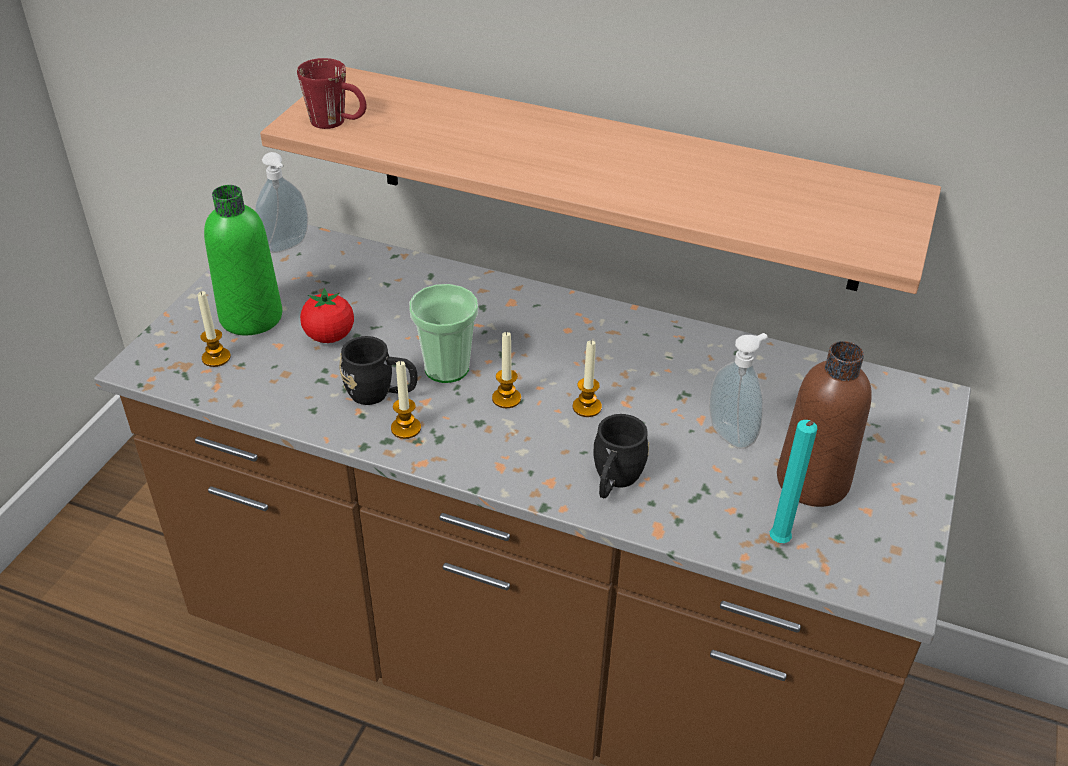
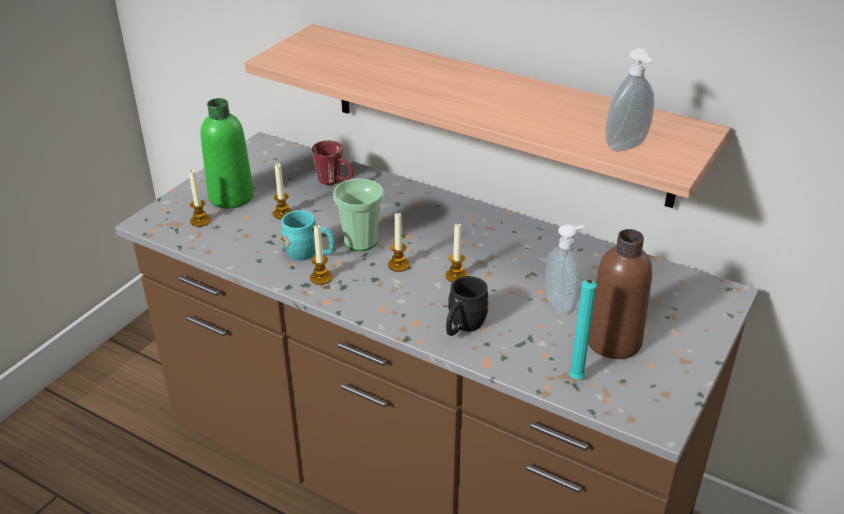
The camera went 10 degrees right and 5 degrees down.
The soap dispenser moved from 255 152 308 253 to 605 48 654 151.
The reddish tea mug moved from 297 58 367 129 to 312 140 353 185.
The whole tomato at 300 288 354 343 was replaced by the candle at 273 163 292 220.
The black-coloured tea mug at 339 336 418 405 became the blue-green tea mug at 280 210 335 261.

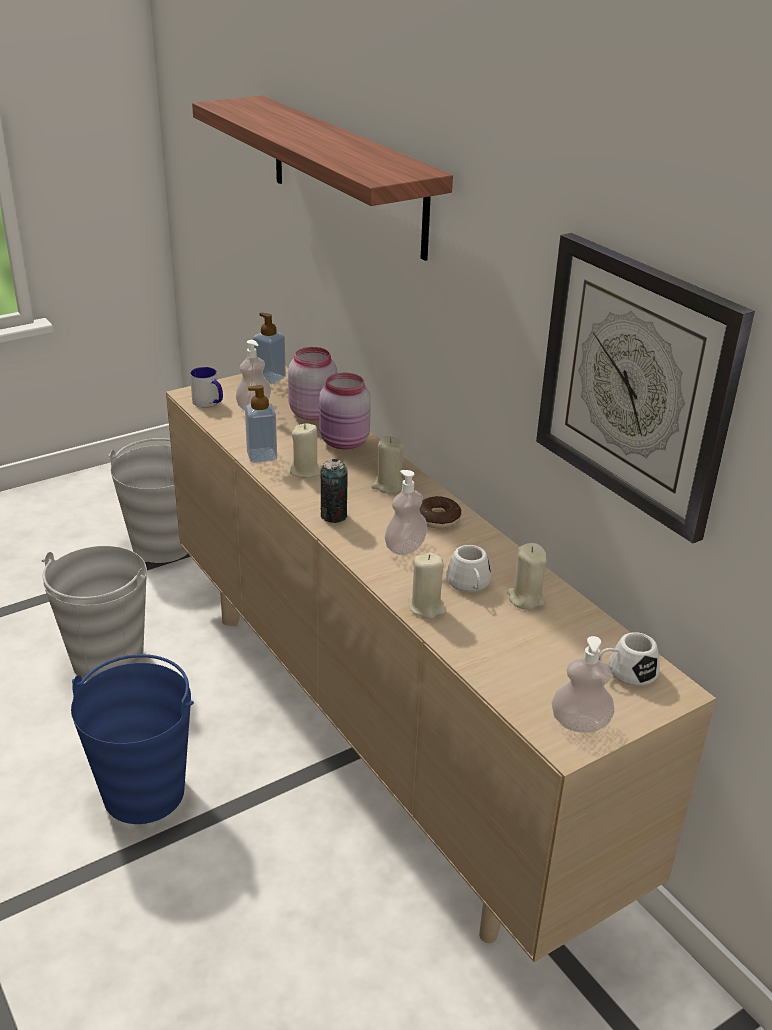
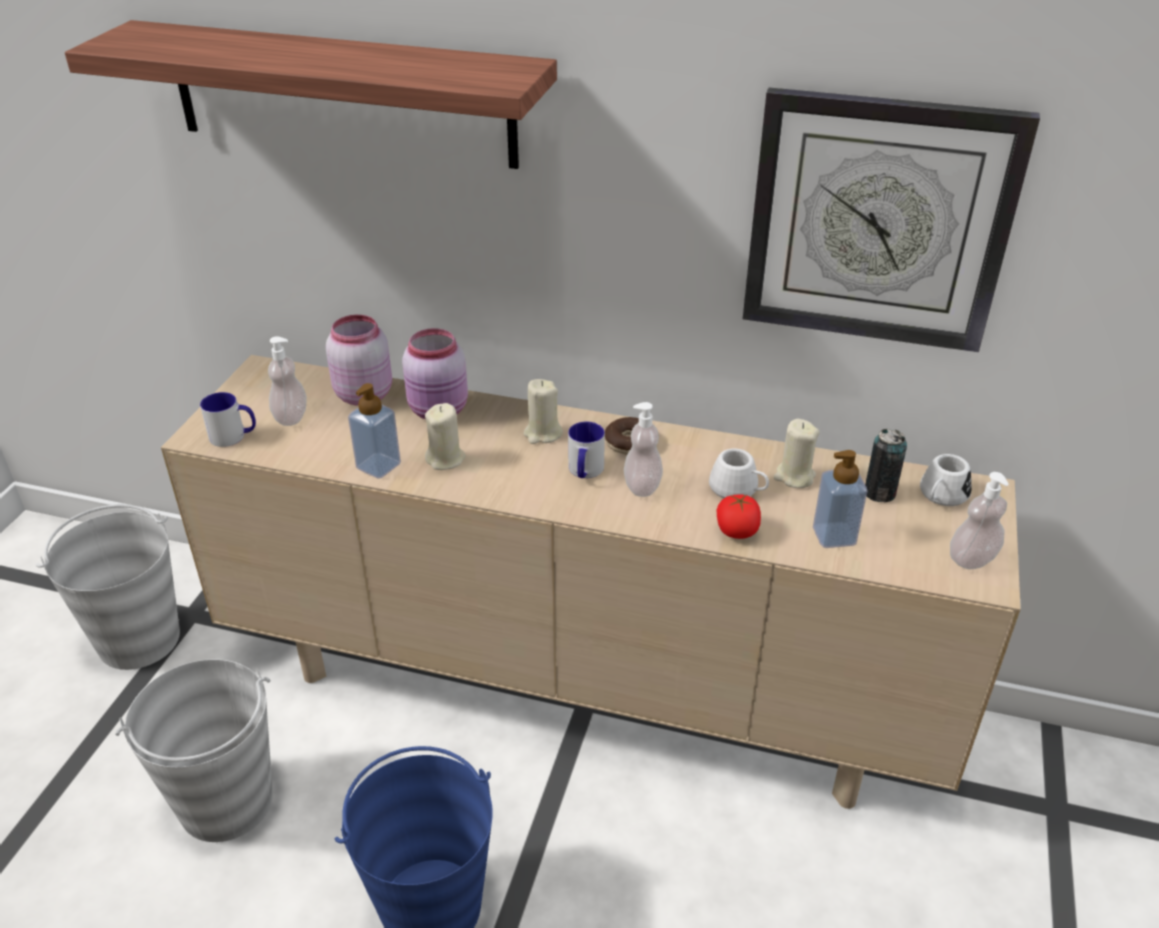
The camera went 40 degrees left and 5 degrees up.
The tea mug at 568 422 605 478 appeared.
The soap dispenser moved from 253 312 286 384 to 813 450 867 548.
The sealed can moved from 321 459 347 523 to 865 428 907 502.
The sand-coloured candle at 408 552 446 619 was replaced by the whole tomato at 717 494 761 539.

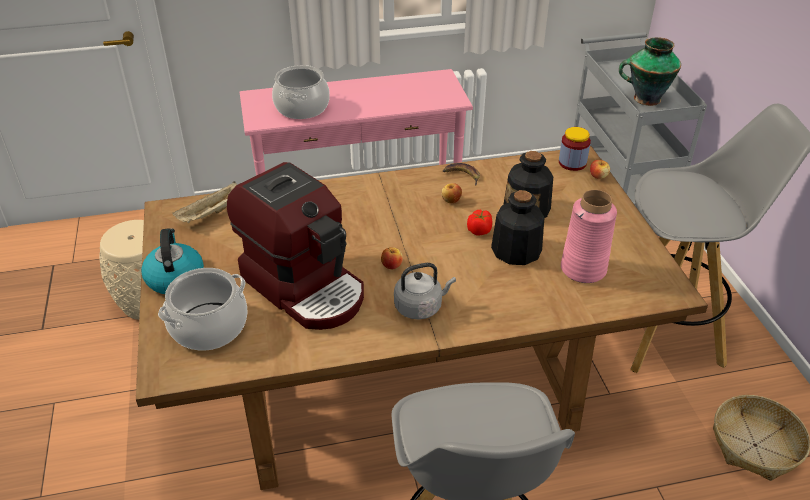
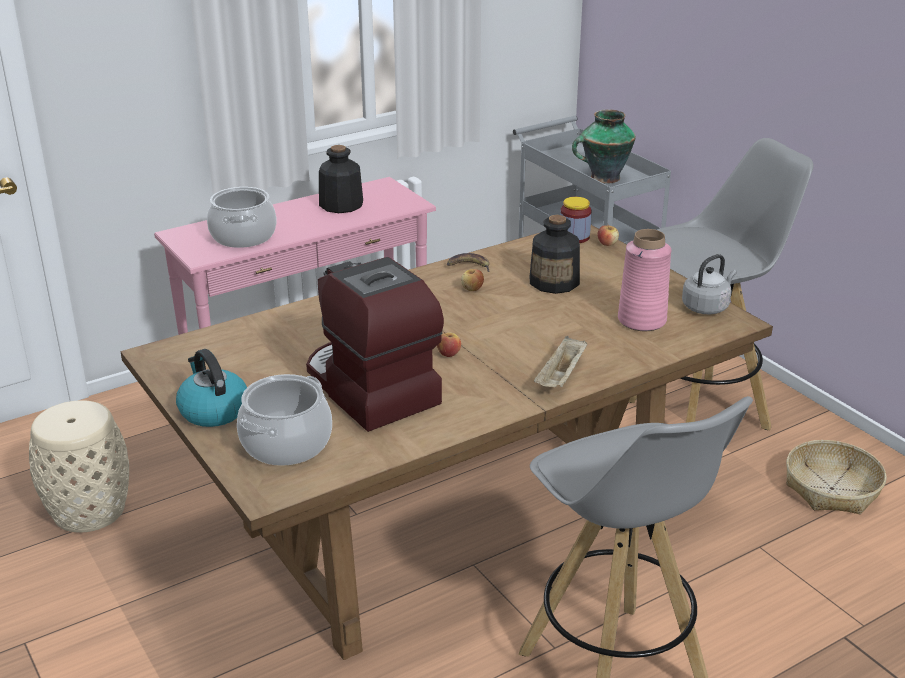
The camera went 20 degrees left and 10 degrees down.
The whole tomato at 467 210 492 235 disappeared.
The sand-coloured carrying tray moved from 172 181 238 223 to 534 336 588 387.
The greyish water kettle moved from 394 263 456 320 to 682 254 737 314.
The drink bottle moved from 491 190 545 265 to 319 145 363 213.
The coffee machine at 227 162 364 330 turned 150 degrees counterclockwise.

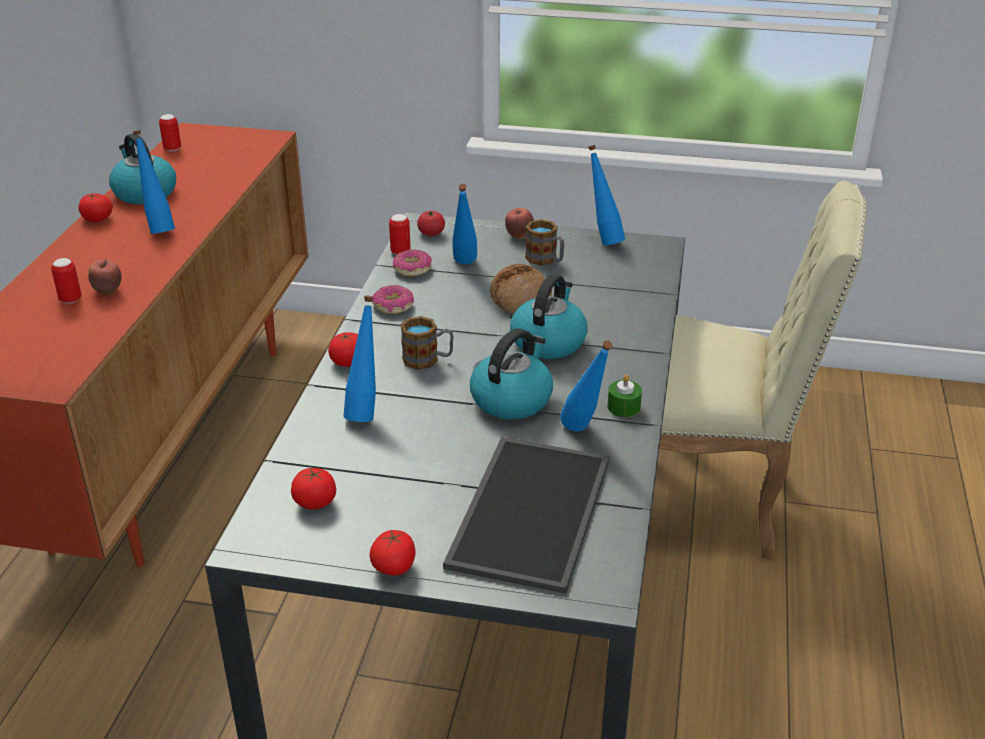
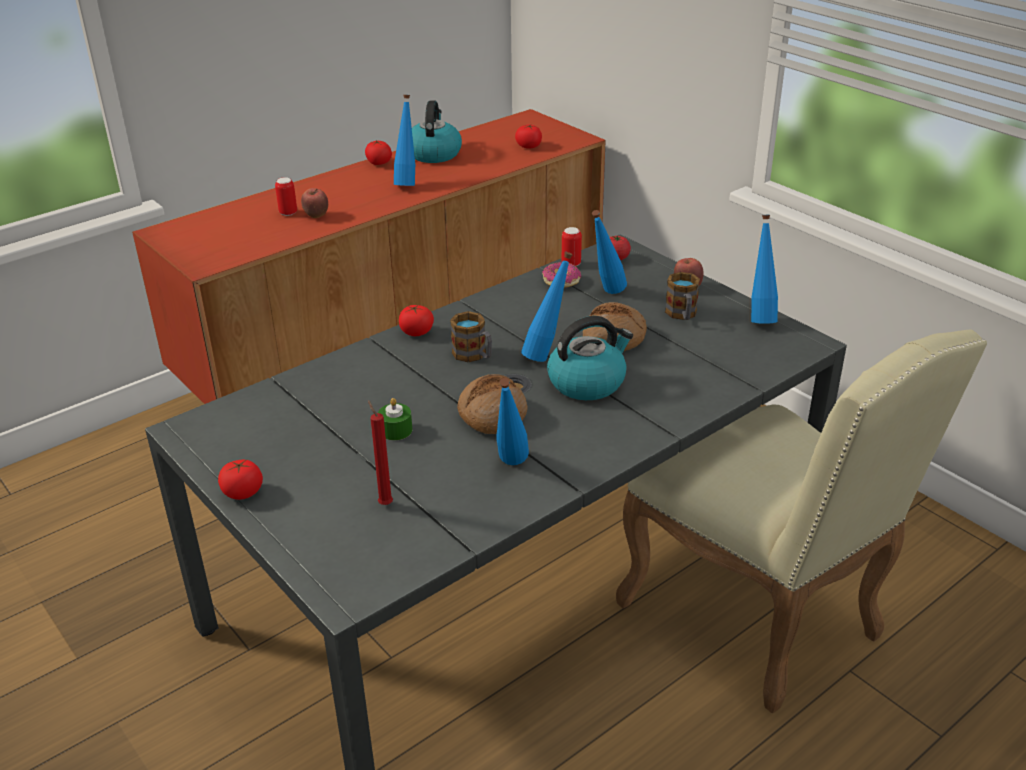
The camera went 40 degrees right and 0 degrees up.
The sealed can at 159 114 181 152 disappeared.
The doughnut at 372 285 414 314 disappeared.
The whole tomato moved from 291 468 336 509 to 515 124 542 149.
The blue drink bottle moved from 344 296 376 422 to 521 252 573 362.
The green candle moved from 607 374 642 417 to 378 398 412 440.
The carrying tray at 443 437 610 594 was replaced by the reddish candle at 368 400 393 505.
The water kettle at 470 328 553 419 was replaced by the bread at 457 374 528 434.

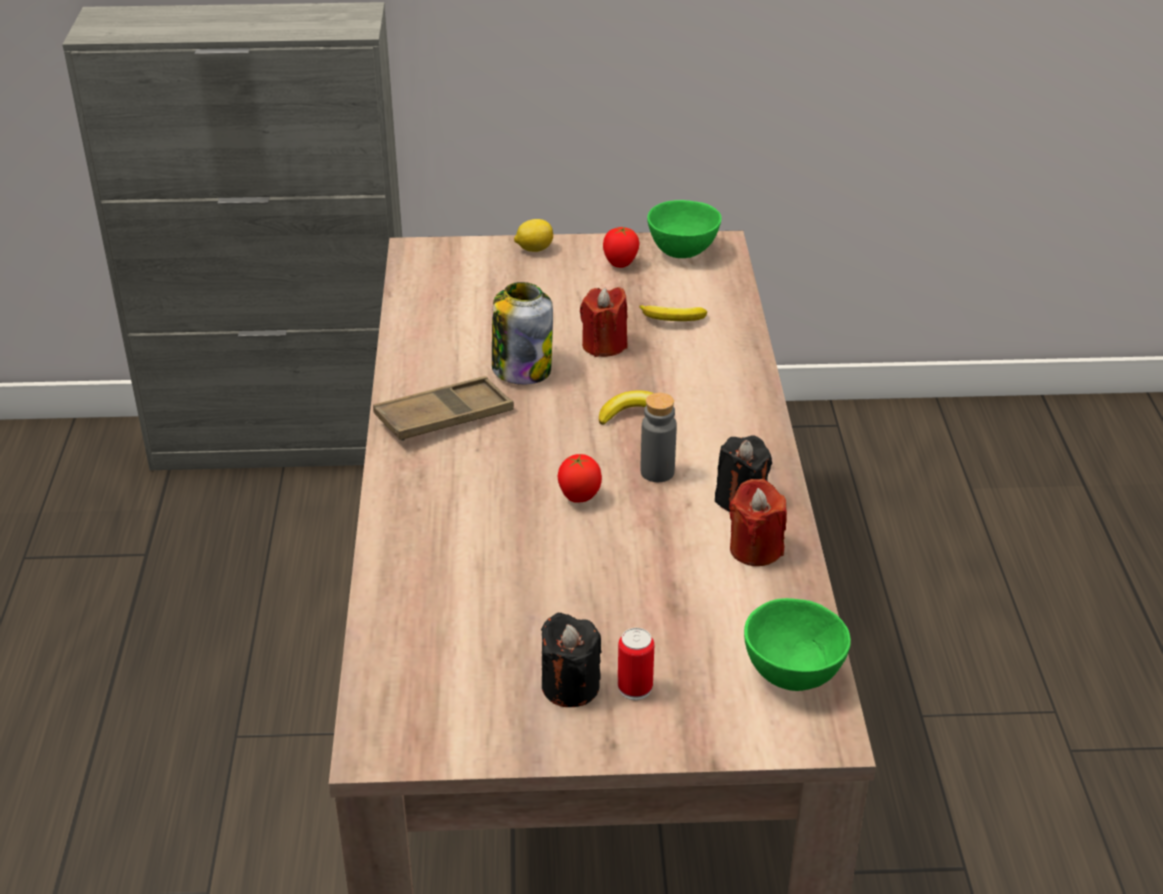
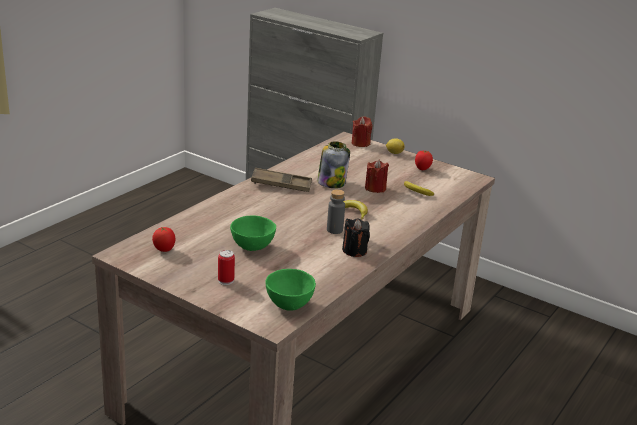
The camera went 35 degrees right and 10 degrees down.
The black-coloured candle at 541 613 602 707 disappeared.
The whole tomato moved from 558 454 602 503 to 152 227 175 252.
The green deep dish moved from 647 200 721 258 to 230 215 276 251.
The reddish candle moved from 729 479 787 566 to 352 116 372 147.

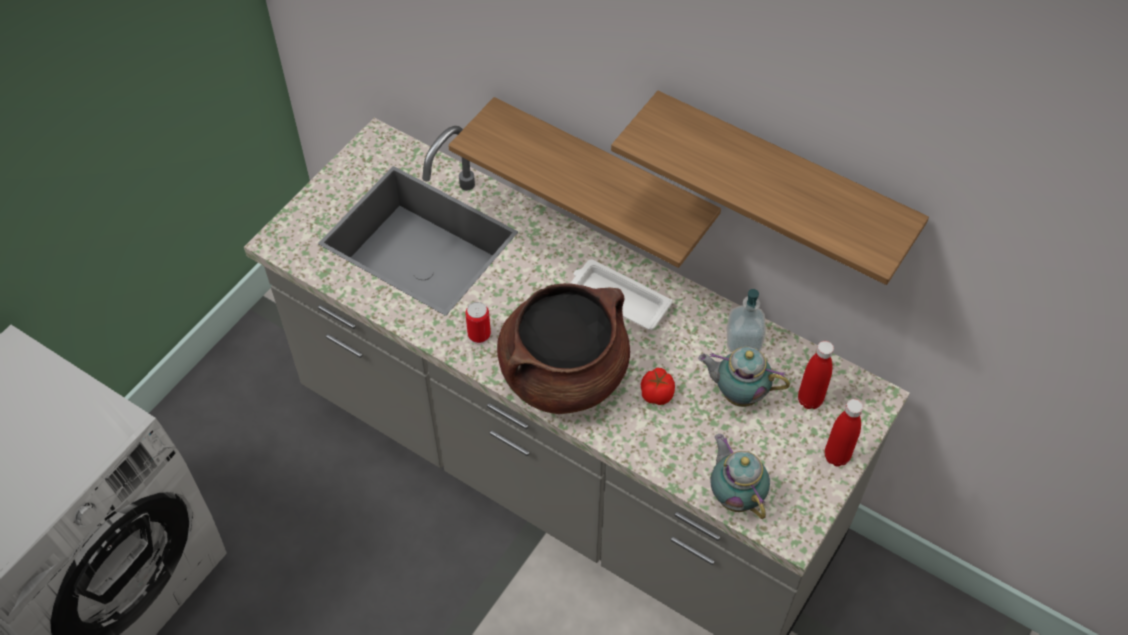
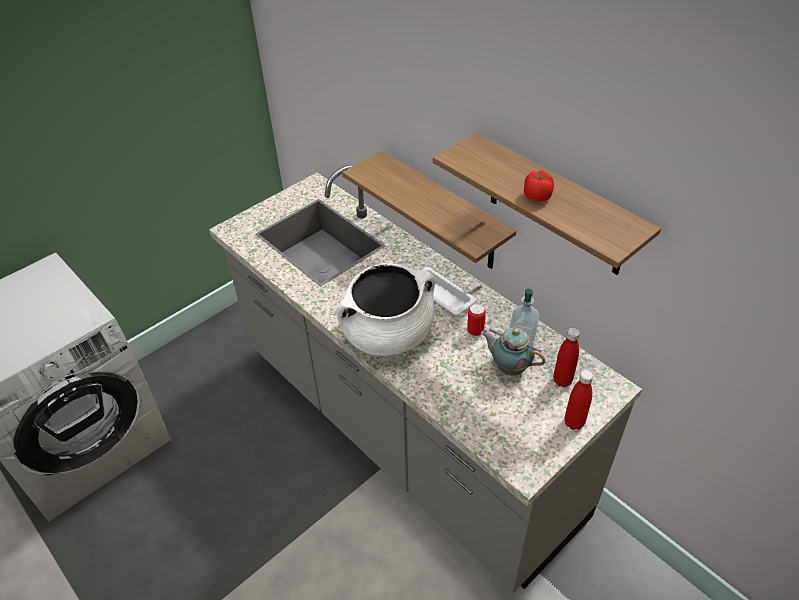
The camera went 15 degrees right and 10 degrees down.
The teapot at 711 434 770 519 disappeared.
The sealed can moved from 465 302 491 344 to 467 303 486 337.
The whole tomato moved from 641 368 675 405 to 524 170 554 202.
The brown-coloured stockpot at 497 283 630 414 became the white stockpot at 336 263 435 356.

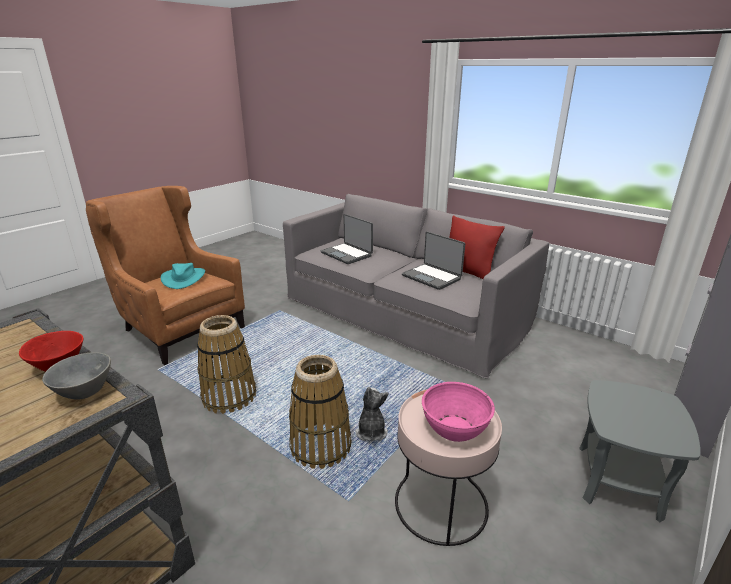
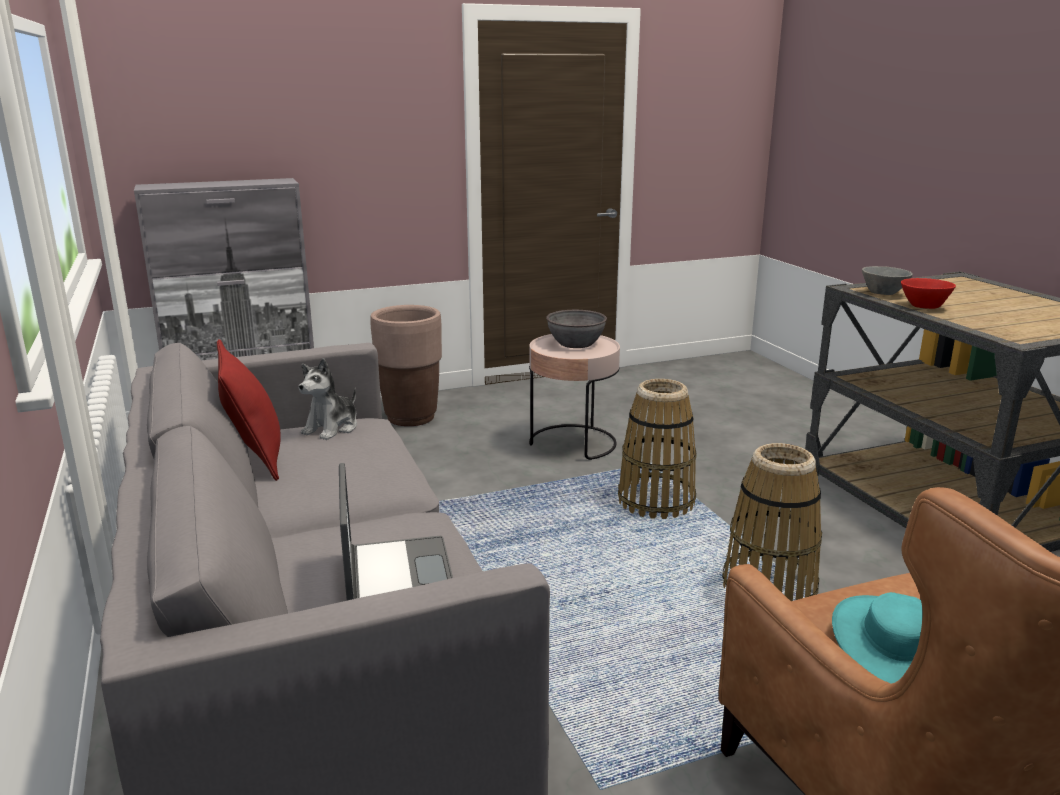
The camera went 150 degrees left and 5 degrees down.
The laptop at 402 232 465 290 disappeared.
The soft toy moved from 356 387 389 441 to 299 358 357 440.
The greyish end table at 579 380 700 523 was replaced by the brown-coloured plant pot at 370 305 442 426.
The pink deep dish at 422 382 495 442 became the greyish deep dish at 546 310 607 348.

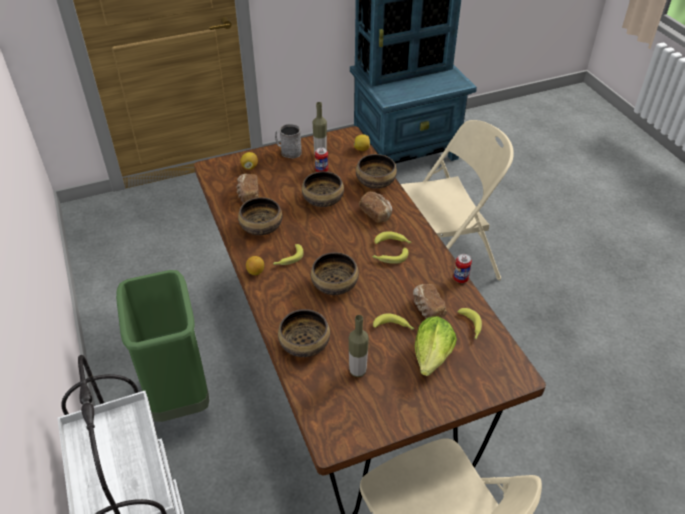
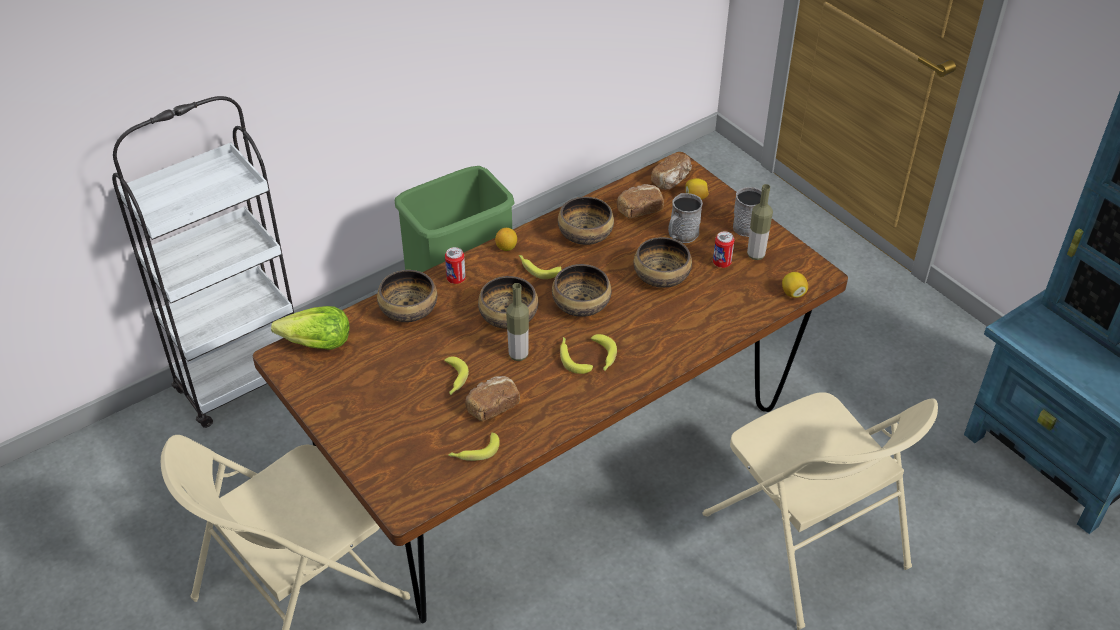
The camera went 75 degrees right and 0 degrees up.
The greyish tea mug at 668 193 703 243 appeared.
The drink bottle moved from 349 315 369 377 to 506 283 529 361.
The deep dish moved from 356 154 397 189 to 552 264 611 317.
The bread moved from 359 191 392 222 to 651 153 692 190.
The lettuce moved from 415 316 457 376 to 271 306 350 350.
The sealed can moved from 453 254 472 283 to 445 247 466 284.

